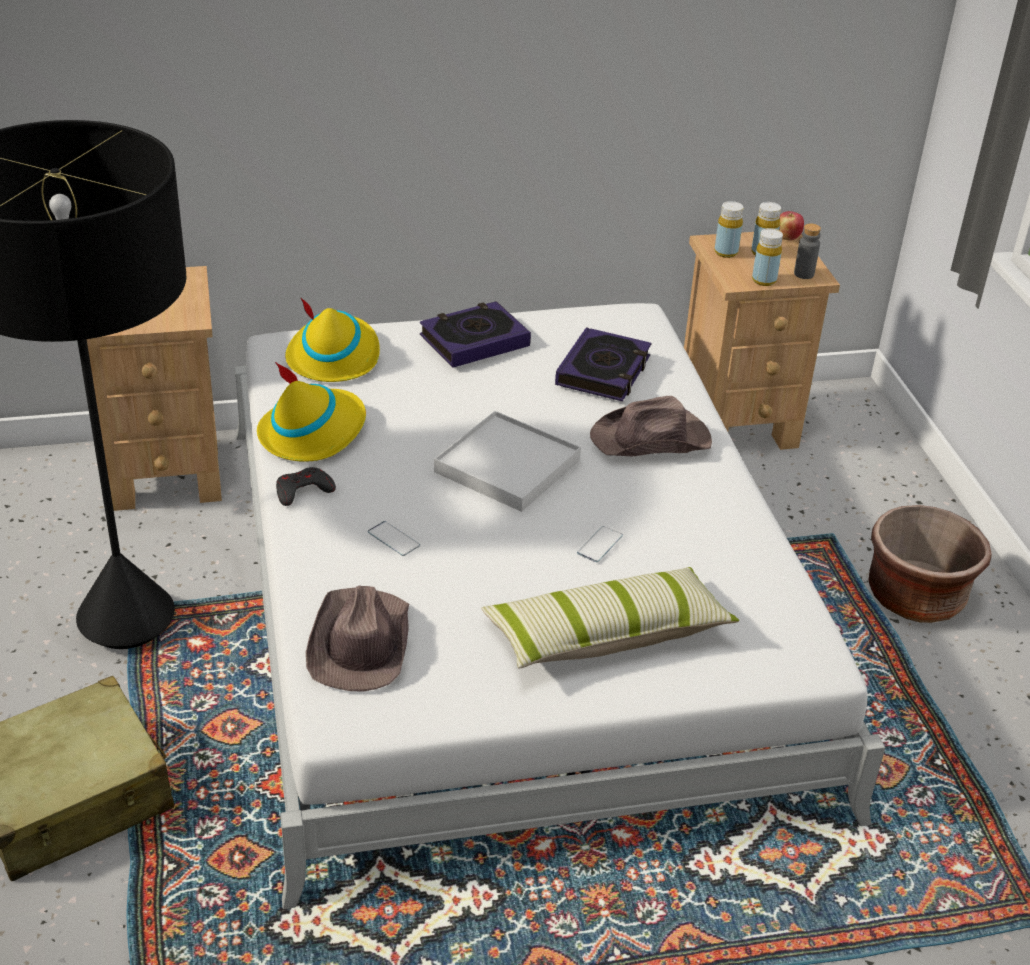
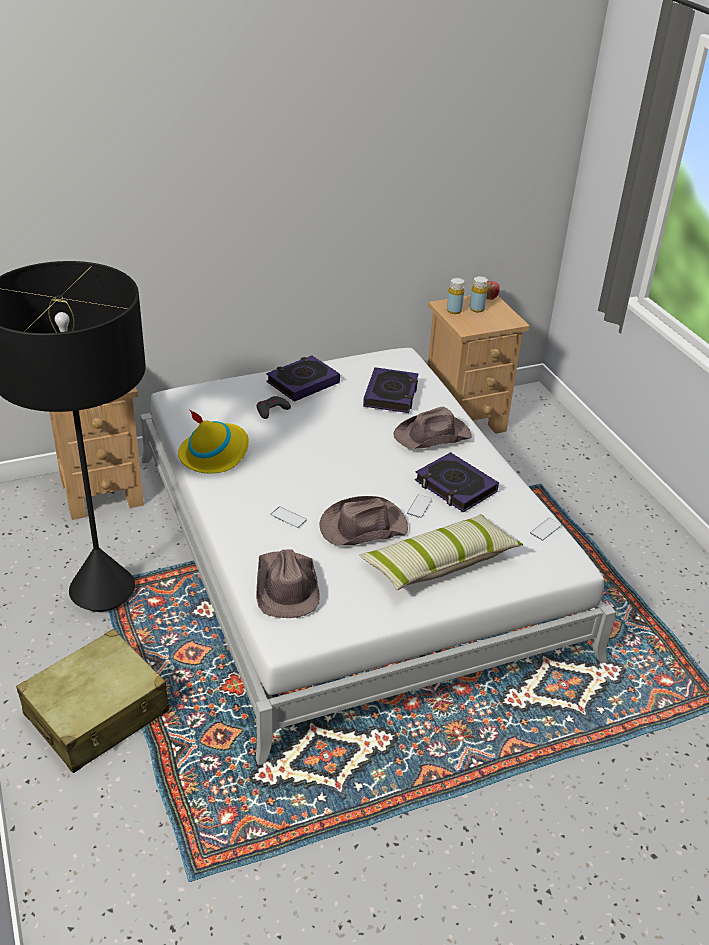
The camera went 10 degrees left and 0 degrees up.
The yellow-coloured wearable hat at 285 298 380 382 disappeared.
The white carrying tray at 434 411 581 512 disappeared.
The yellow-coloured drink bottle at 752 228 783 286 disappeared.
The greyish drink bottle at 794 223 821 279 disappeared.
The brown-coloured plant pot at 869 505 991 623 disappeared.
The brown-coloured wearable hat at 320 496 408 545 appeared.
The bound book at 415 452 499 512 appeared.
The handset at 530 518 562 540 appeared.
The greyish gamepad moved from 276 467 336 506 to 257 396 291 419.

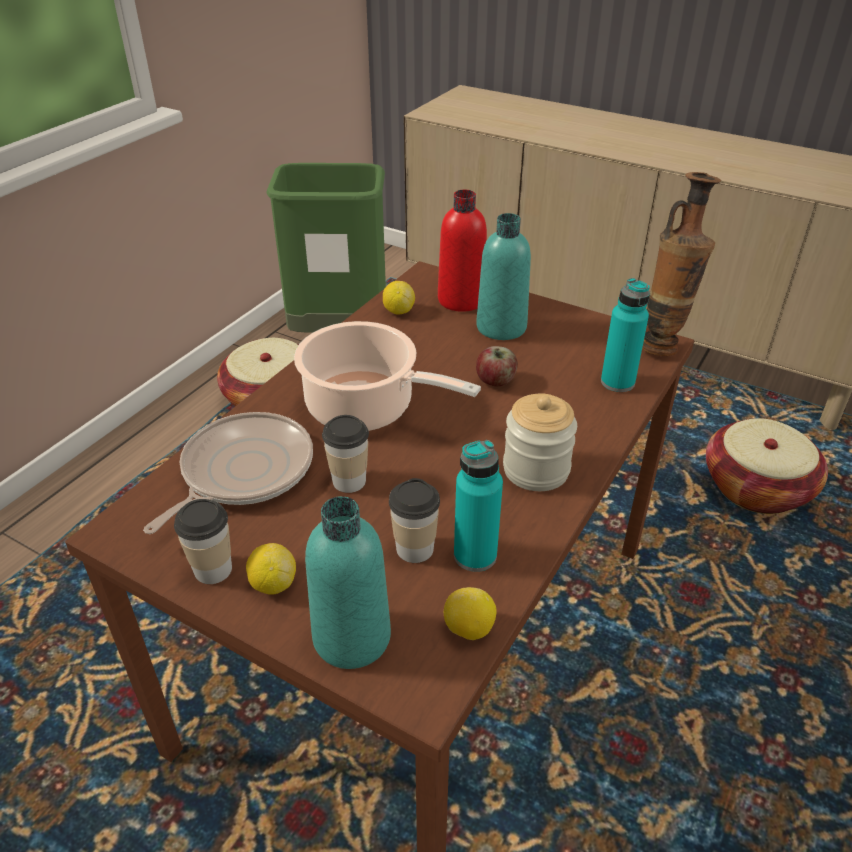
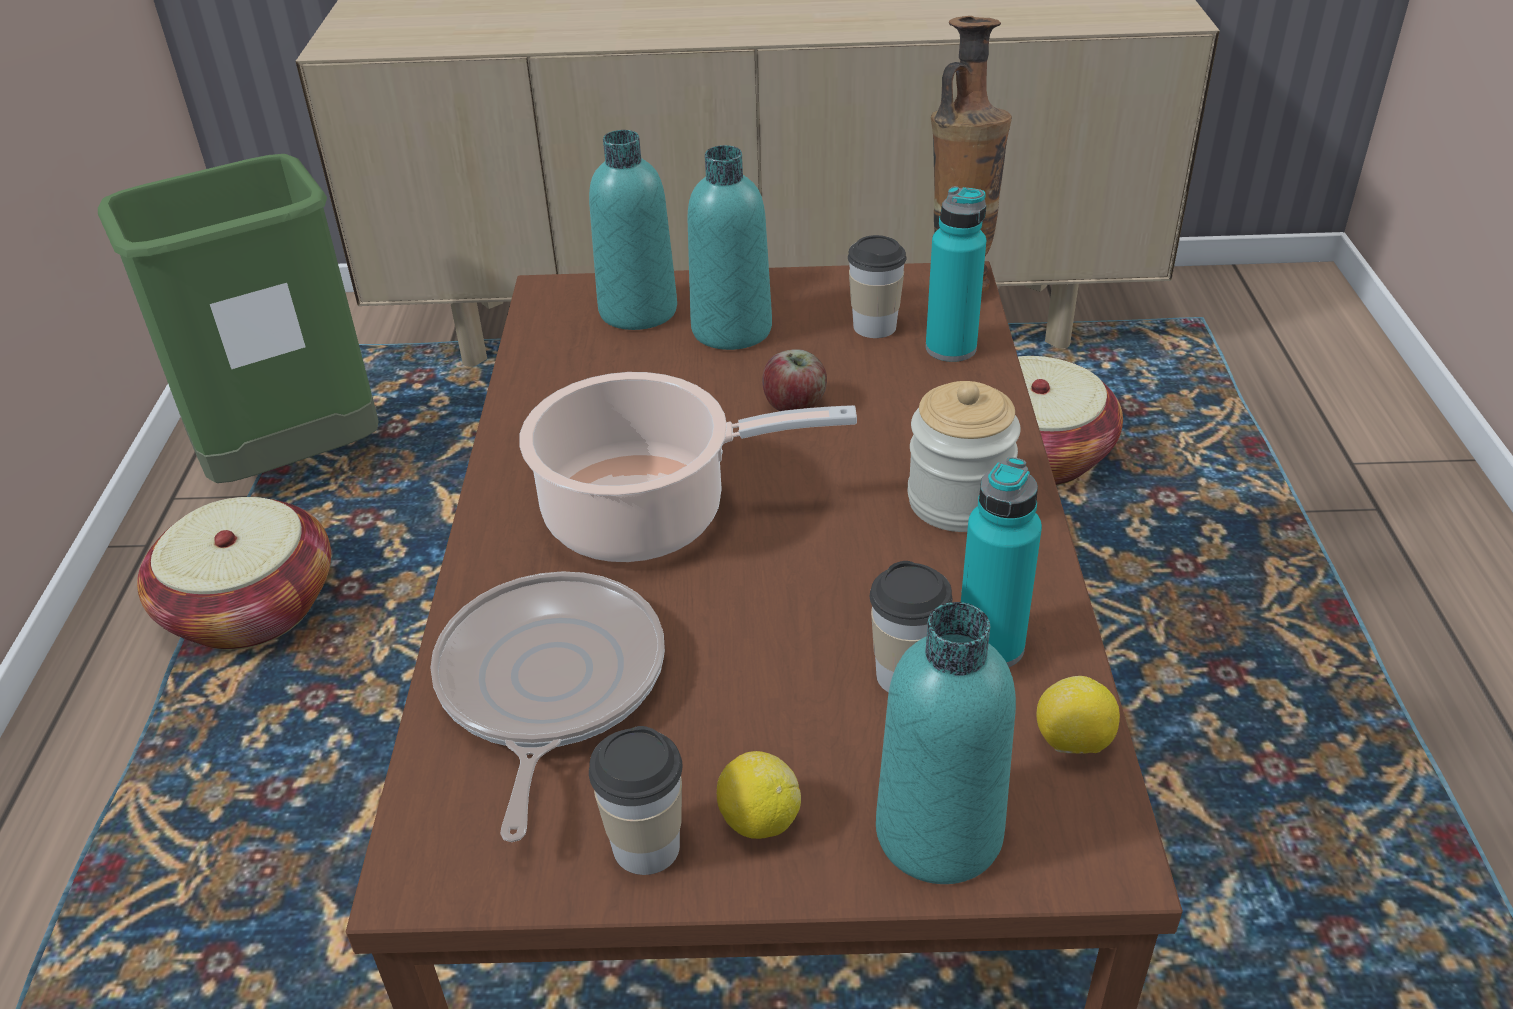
The camera went 30 degrees left and 0 degrees up.
The whole lemon at 383 281 415 315 disappeared.
The cup moved from 322 415 369 493 to 848 235 906 338.
The reddish drink bottle at 438 190 487 312 became the blue-green drink bottle at 589 130 677 330.

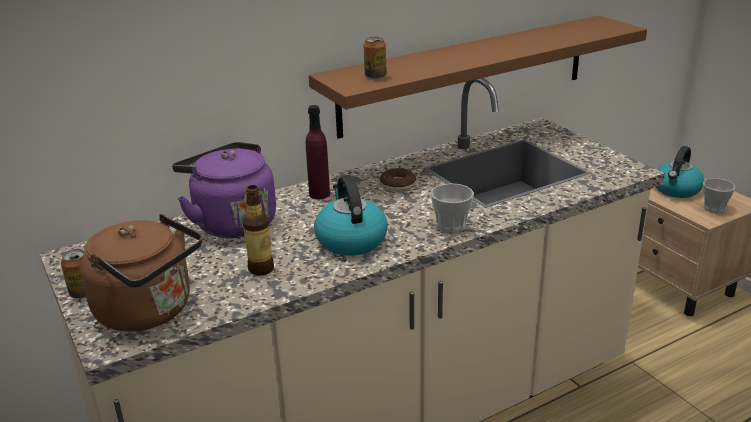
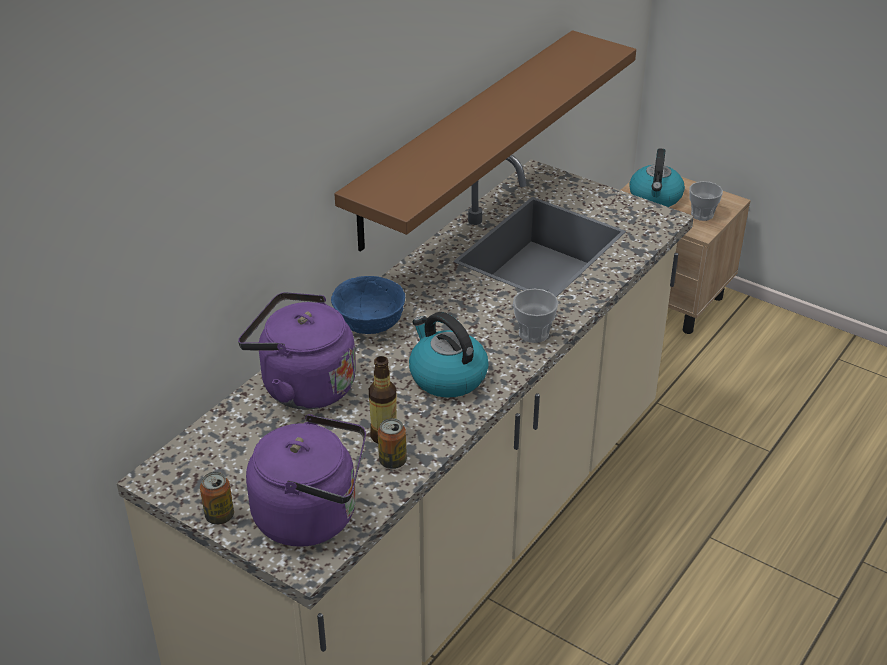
The camera went 25 degrees left and 10 degrees up.
The doughnut at 380 168 416 192 disappeared.
The sealed can moved from 364 37 387 79 to 377 418 407 469.
The purple drink bottle at 306 105 330 199 was replaced by the blue deep dish at 331 276 405 334.
The brown-coloured water kettle at 80 214 202 332 became the purple water kettle at 246 414 366 547.

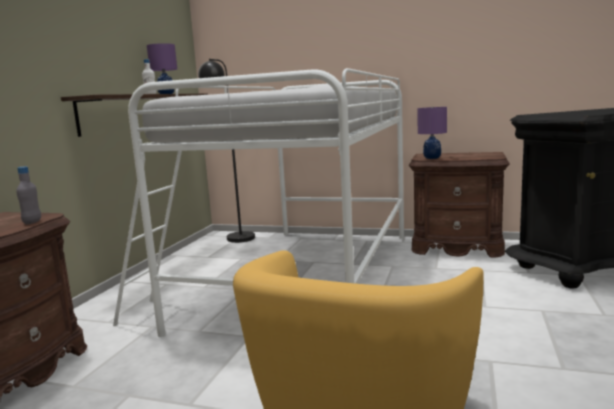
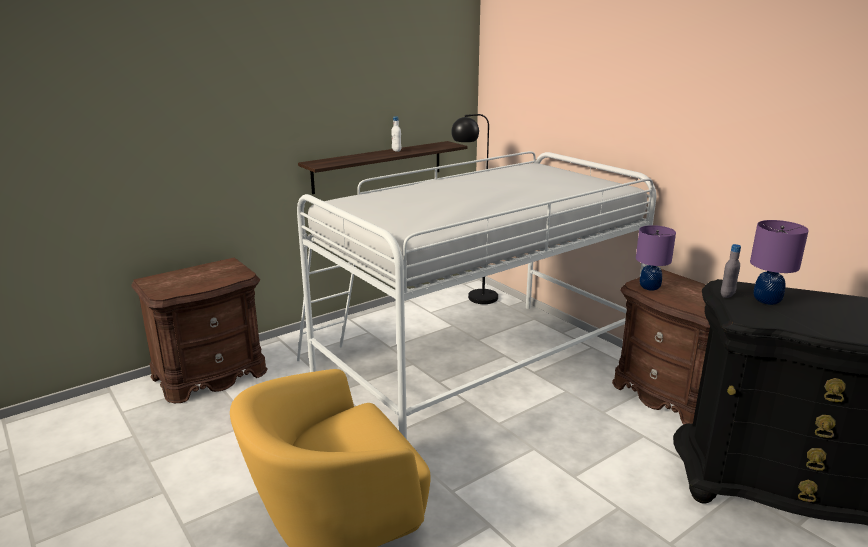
The camera went 35 degrees right and 10 degrees up.
The greyish drink bottle moved from 16 166 41 224 to 721 244 741 298.
The purple table lamp moved from 147 43 177 94 to 750 220 809 305.

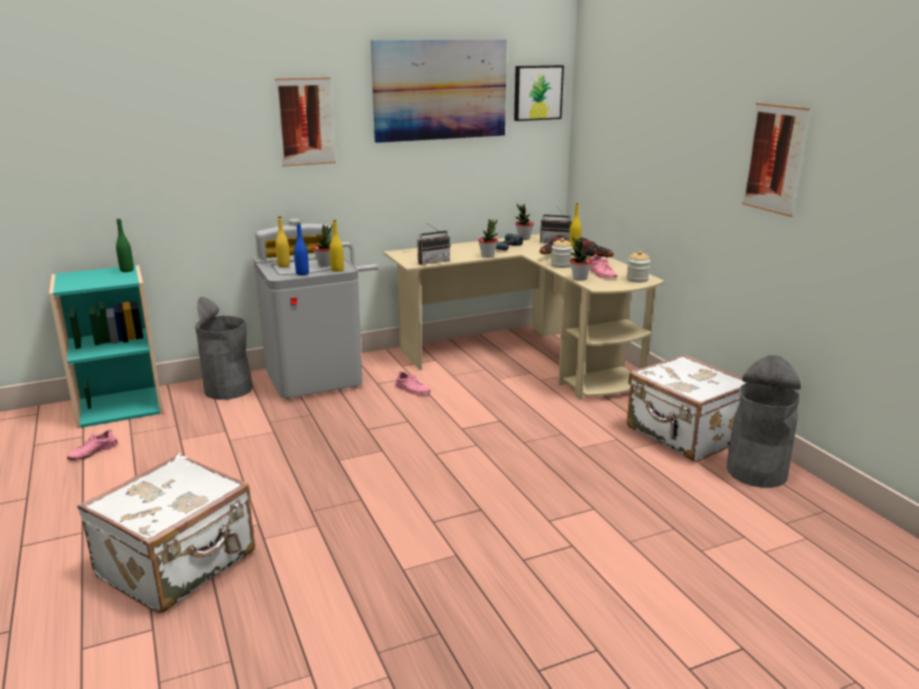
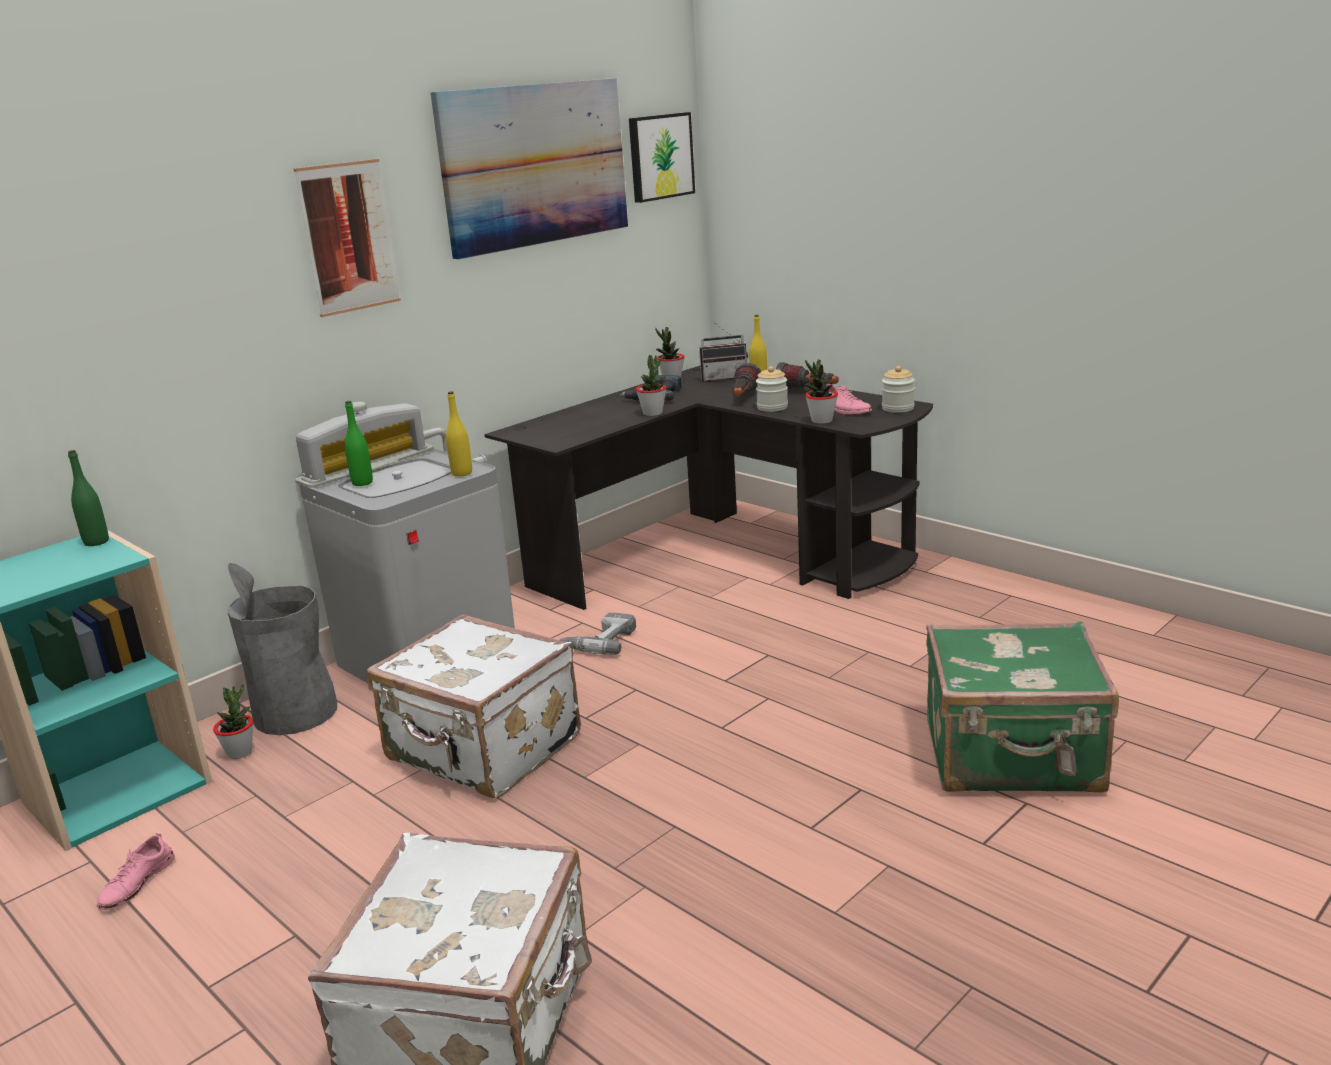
The camera went 20 degrees left and 0 degrees up.
The blue drink bottle at 294 223 309 275 disappeared.
The radio set at 417 222 451 265 disappeared.
The greyish rubbish bin at 727 355 801 488 disappeared.
The picture at 742 103 810 217 disappeared.
The green suitcase at 926 621 1119 792 appeared.
The potted plant moved from 313 225 333 267 to 213 685 253 759.
The white suitcase moved from 627 354 747 462 to 367 614 581 798.
The pink shoe at 395 371 431 395 was replaced by the power drill at 559 612 636 655.
The yellow-coloured drink bottle at 275 217 290 267 became the green drink bottle at 345 401 373 486.
The sand-coloured desk unit at 383 234 665 400 became the black-coloured desk unit at 485 366 933 610.

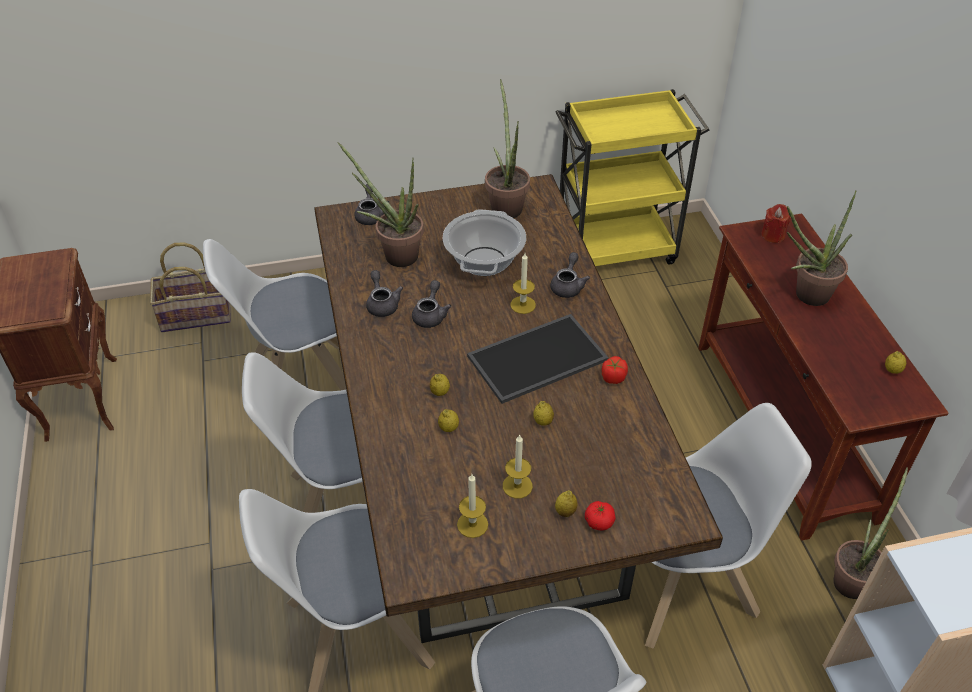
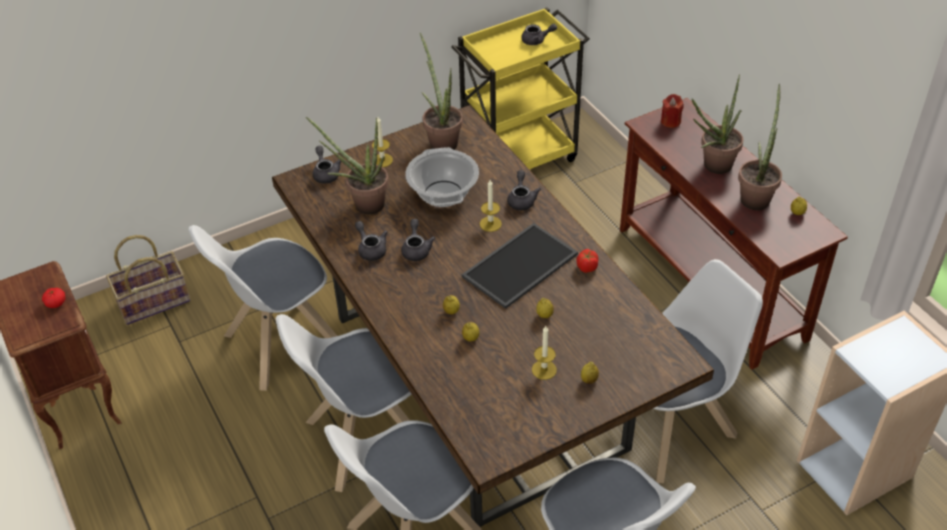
The camera went 15 degrees left and 0 degrees up.
The greyish teapot at 521 24 557 45 appeared.
The candle moved from 457 474 488 538 to 372 117 393 167.
The whole tomato moved from 585 501 616 531 to 42 288 65 308.
The potted plant moved from 833 467 908 599 to 738 84 782 210.

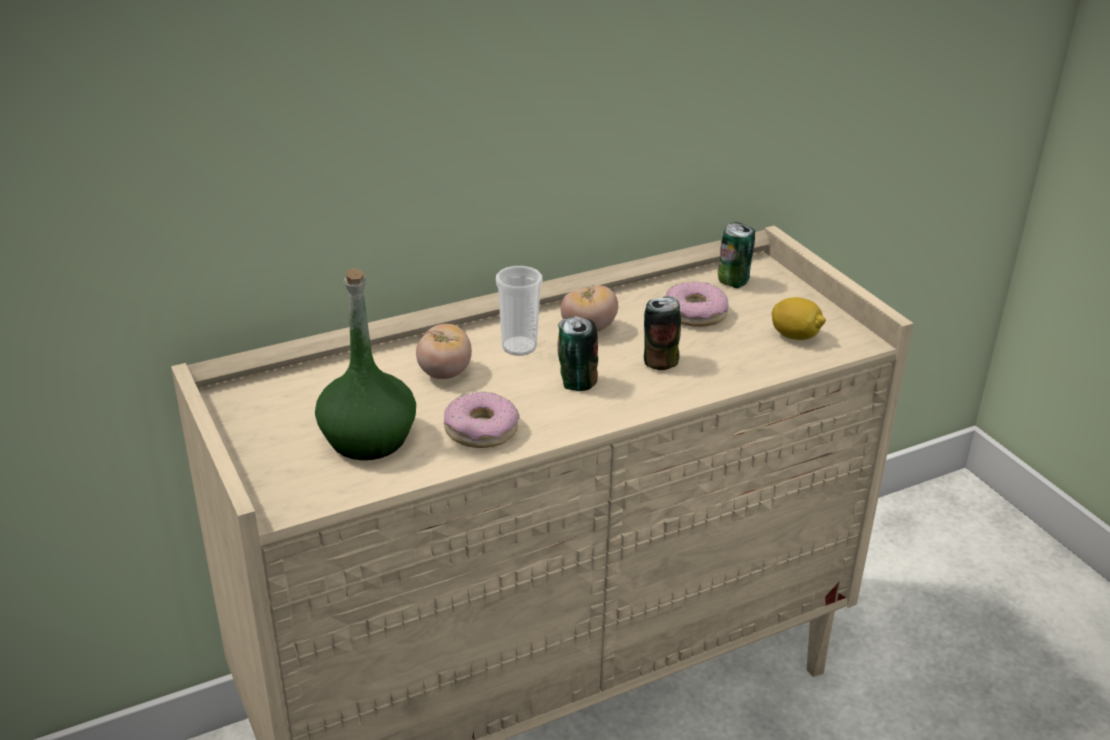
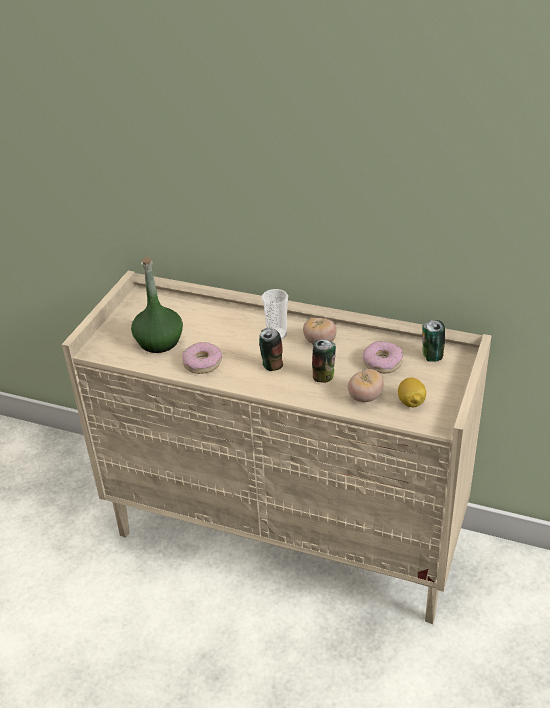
The camera went 50 degrees right and 5 degrees up.
The whole tomato moved from 416 324 472 379 to 348 369 384 402.

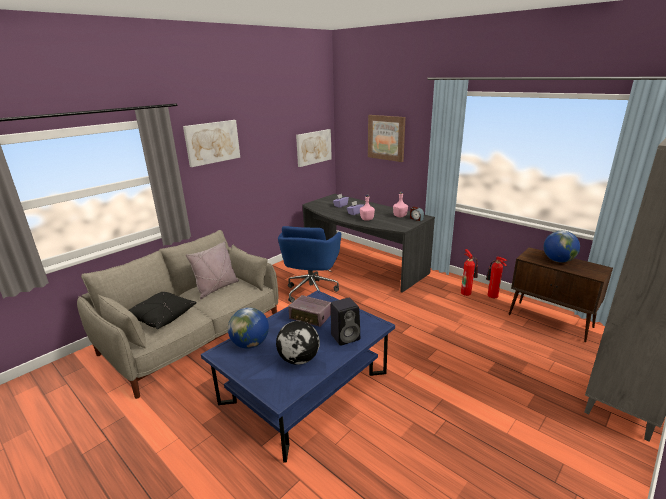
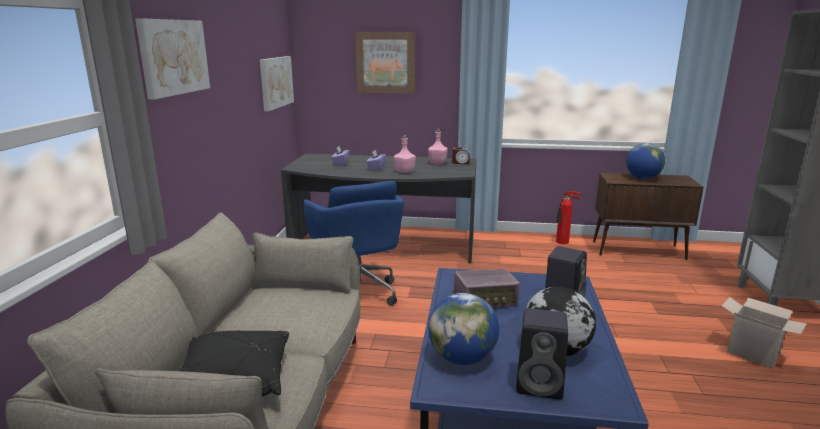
The camera went 35 degrees left and 5 degrees down.
The purple pillow at 186 241 239 299 disappeared.
The fire-fighting cylinder at 461 249 478 296 disappeared.
The black-coloured audio speaker at 516 308 568 400 appeared.
The cardboard box at 722 297 806 368 appeared.

